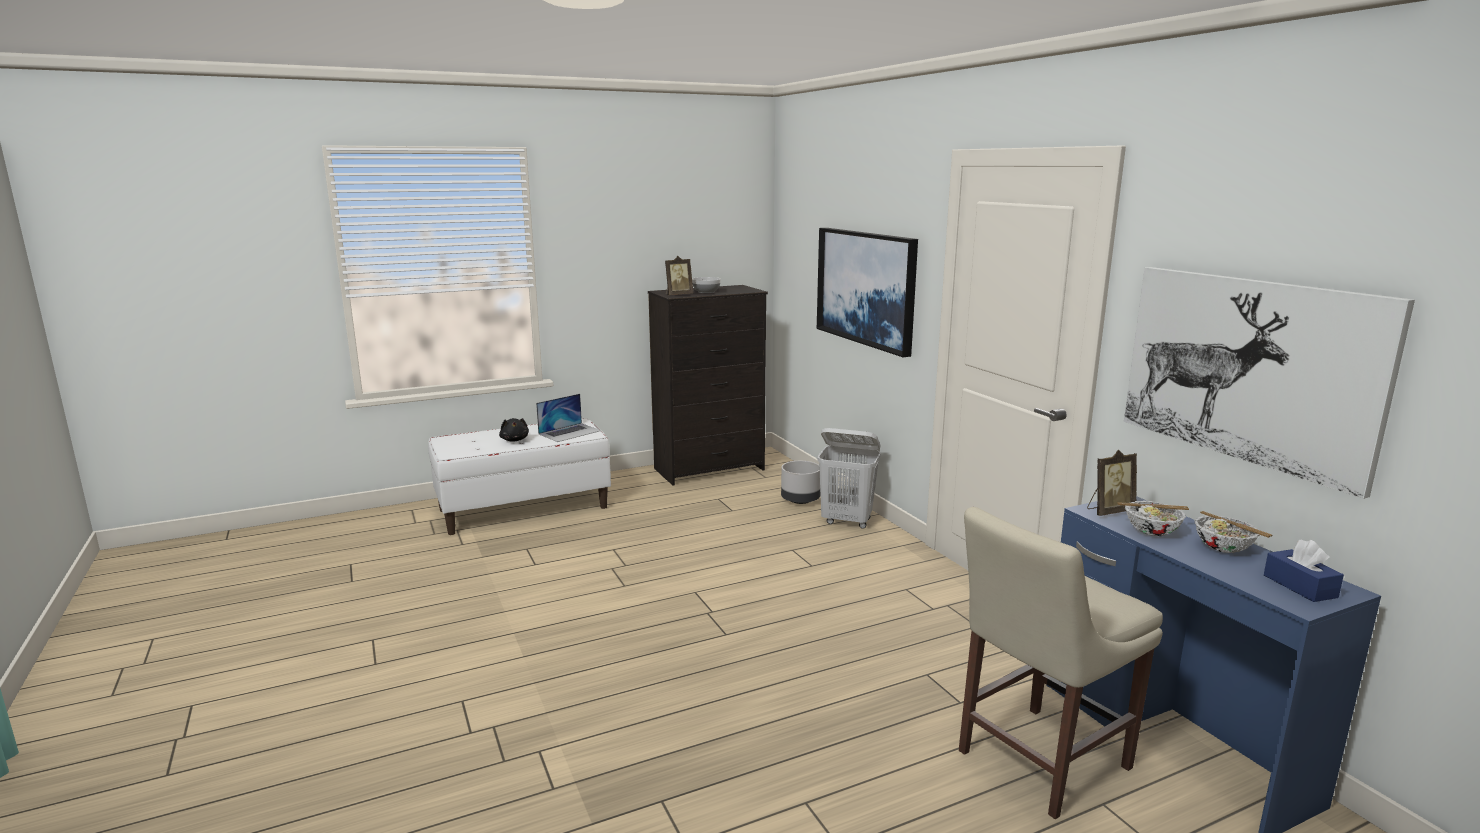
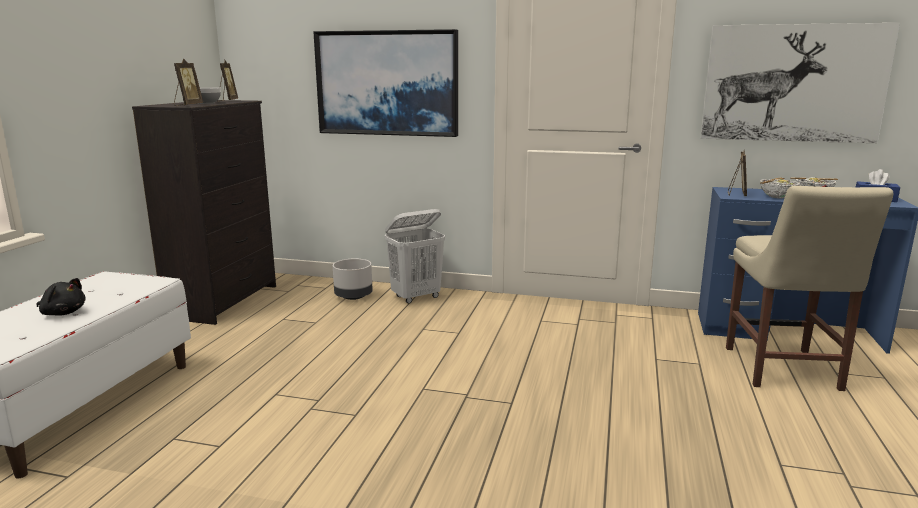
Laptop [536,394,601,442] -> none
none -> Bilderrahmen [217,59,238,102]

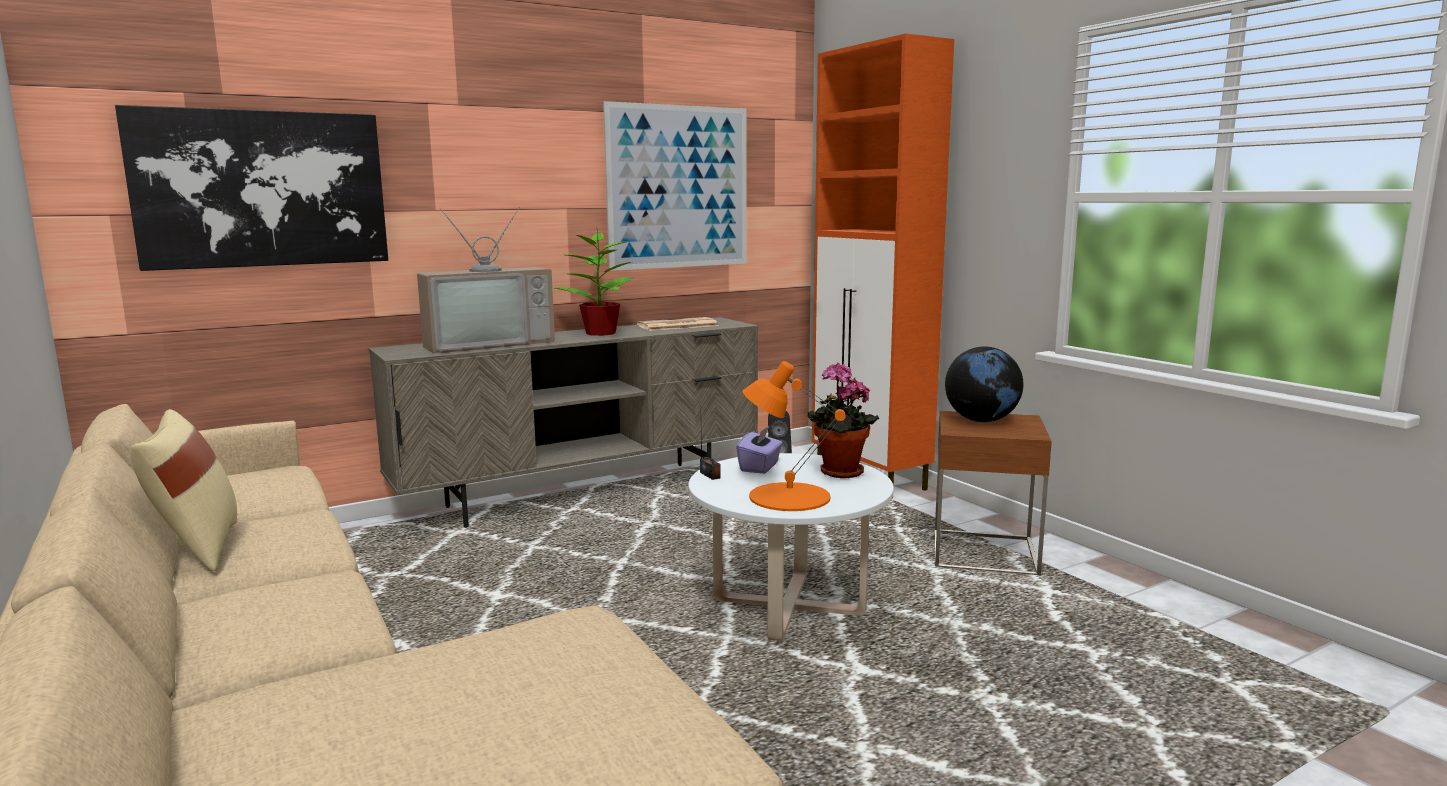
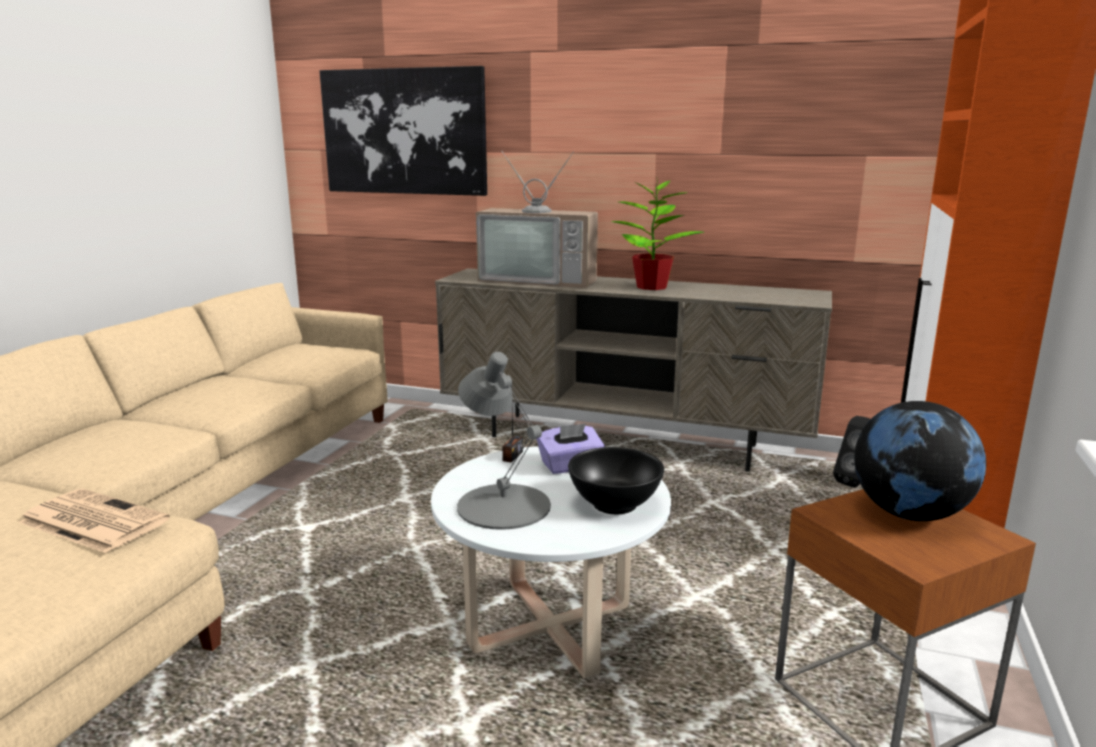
Bild [603,101,747,271] -> none
Zeitung [637,317,719,331] -> Zeitung [18,489,170,553], relocated
Tischlampe/orange [743,361,846,511] -> Tischlampe/grau [457,352,551,530]
Topfpflanze [807,362,879,478] -> Schüssel/schwarz [568,447,664,514]
Kissen/beige [131,409,237,571] -> none

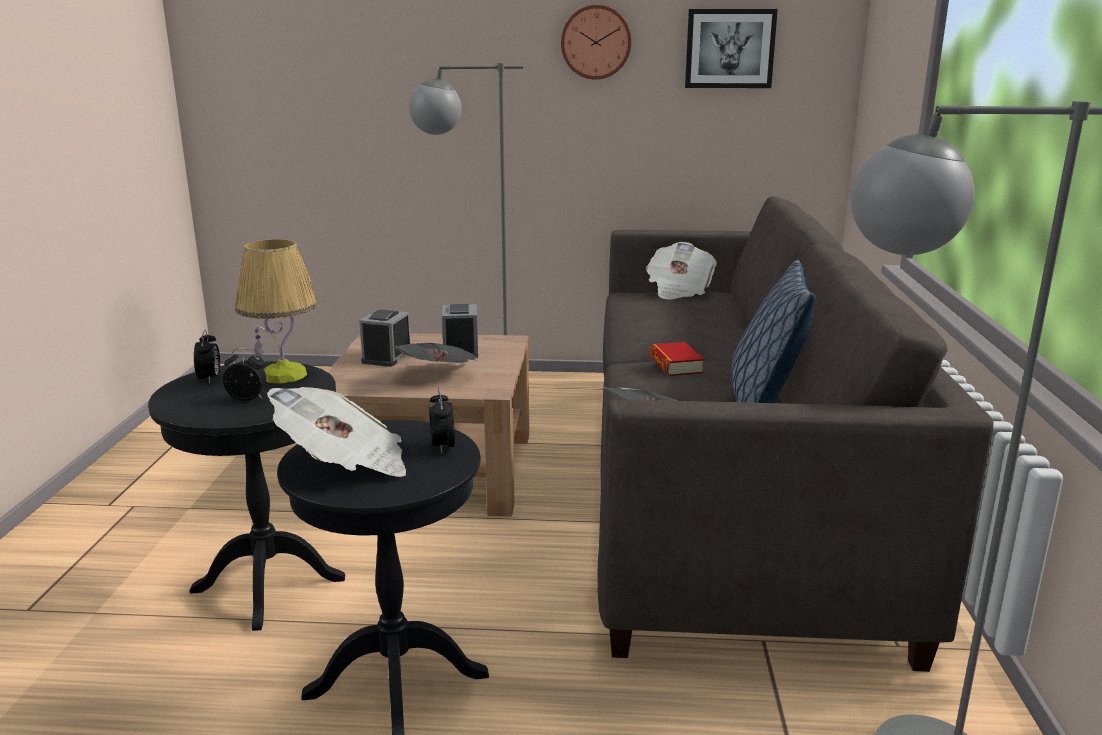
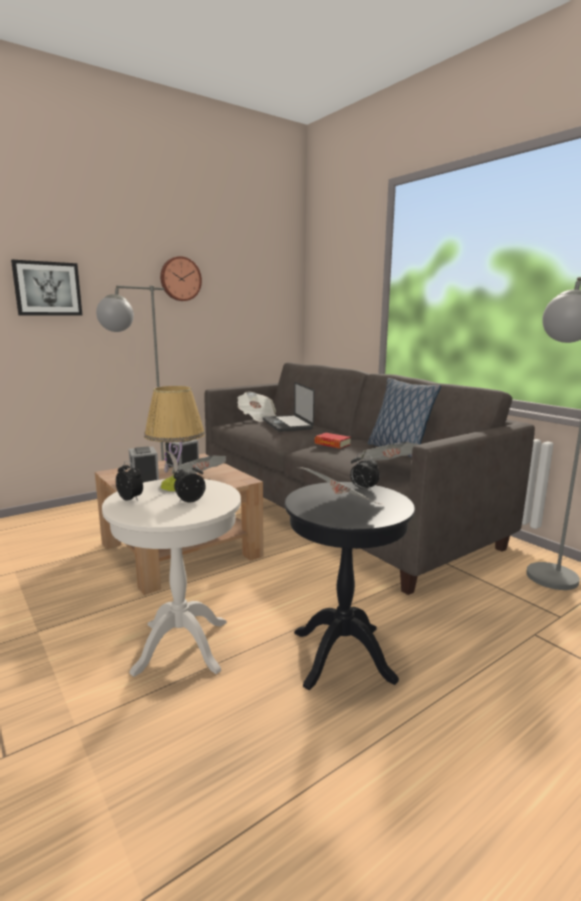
Bild [685,9,778,88] -> Bild [11,260,83,316], relocated
Beistelltisch/schwarz [148,361,345,631] -> Beistelltisch/weiß [102,479,241,677]
none -> Laptop [263,382,315,432]

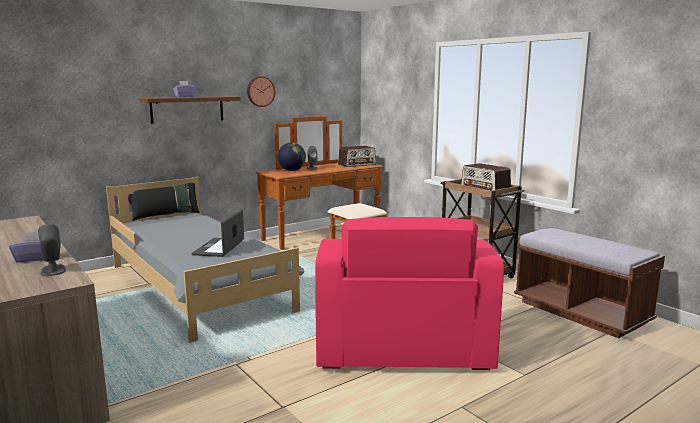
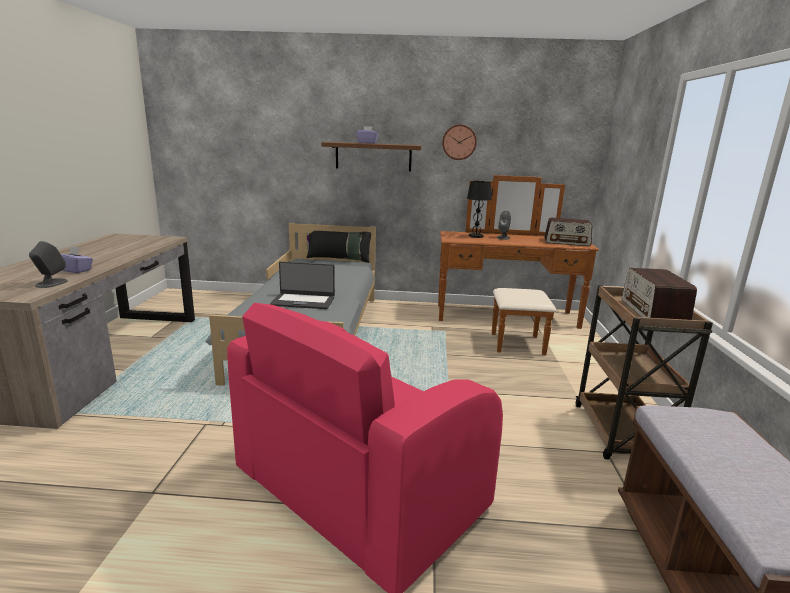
Globus [277,143,306,171] -> Tischlampe/schwarz [467,181,492,238]
Laptop [191,210,244,257] -> Laptop [270,262,335,309], 135 degrees counterclockwise

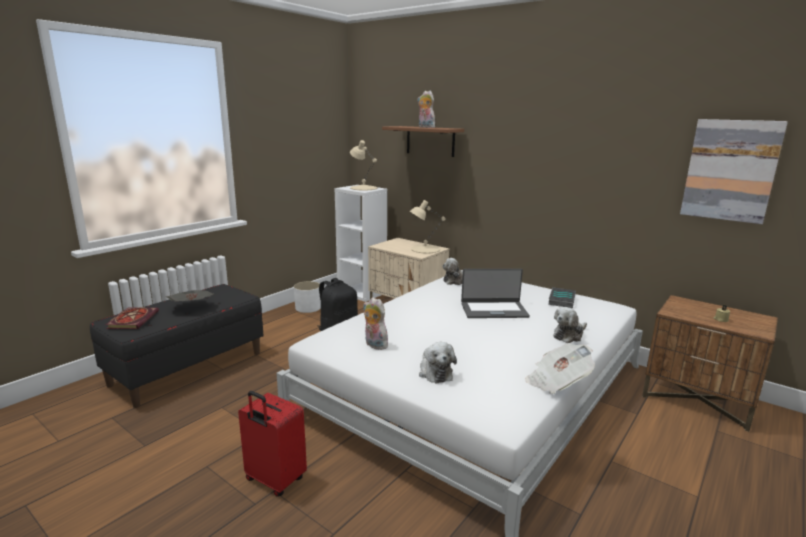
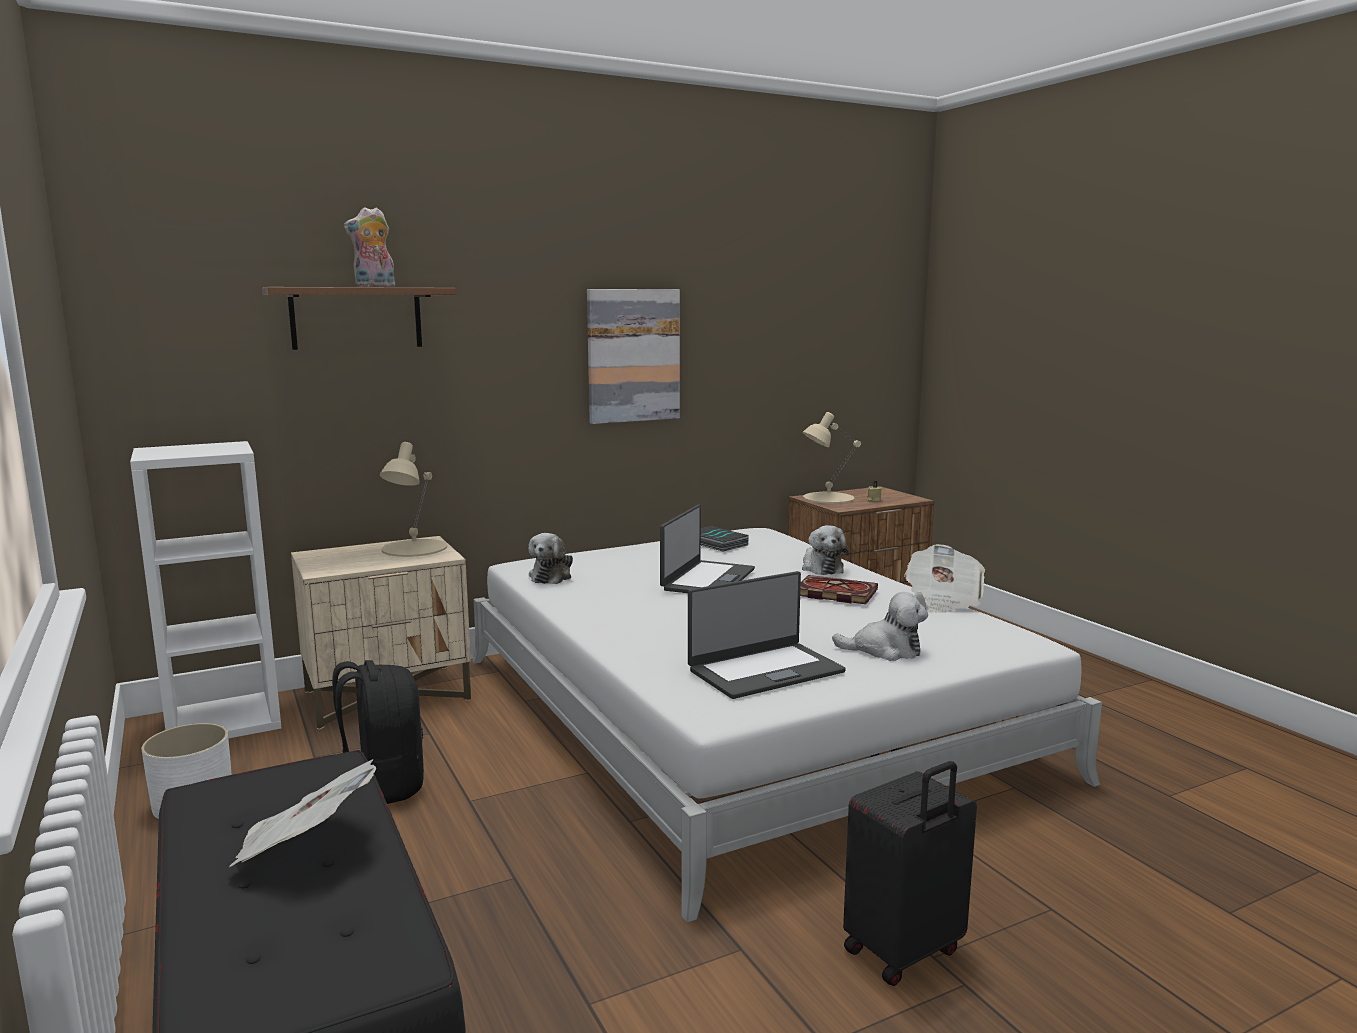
Bild [680,119,788,224] -> Bild [587,289,680,424], relocated
Tischlampe/beige [350,140,377,190] -> Tischlampe/beige [802,412,861,504], relocated
Plüschtier [363,297,389,350] -> Laptop [688,571,846,699]
Buch [106,307,159,329] -> Buch [800,575,878,604], relocated
Koffer/rot [238,391,307,497] -> Koffer/schwarz [843,761,977,986]

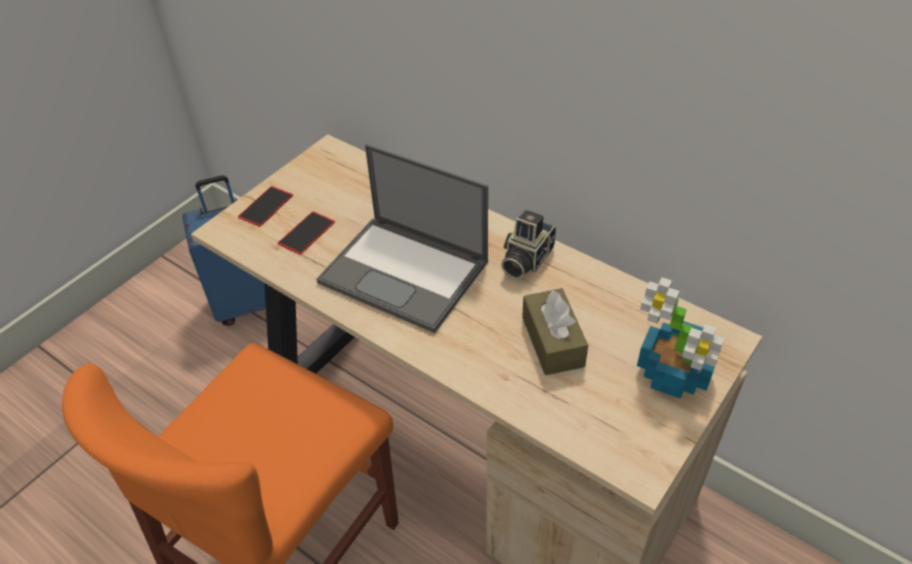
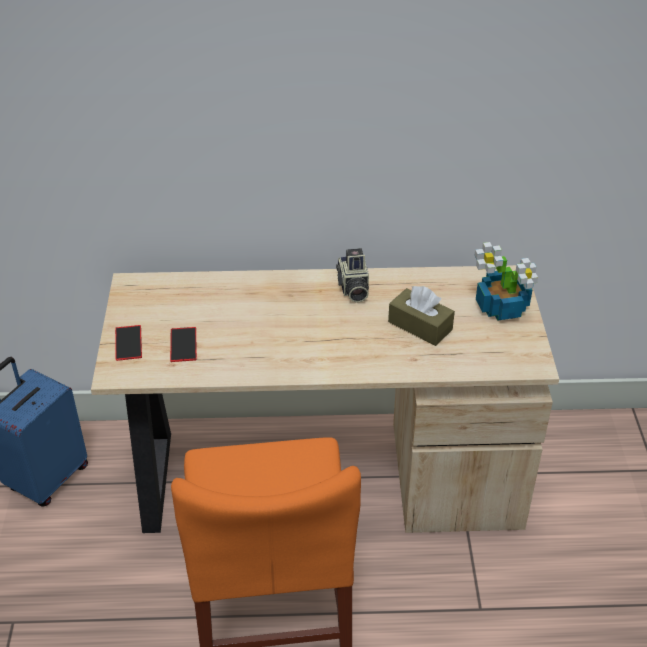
Laptop [317,144,488,333] -> none

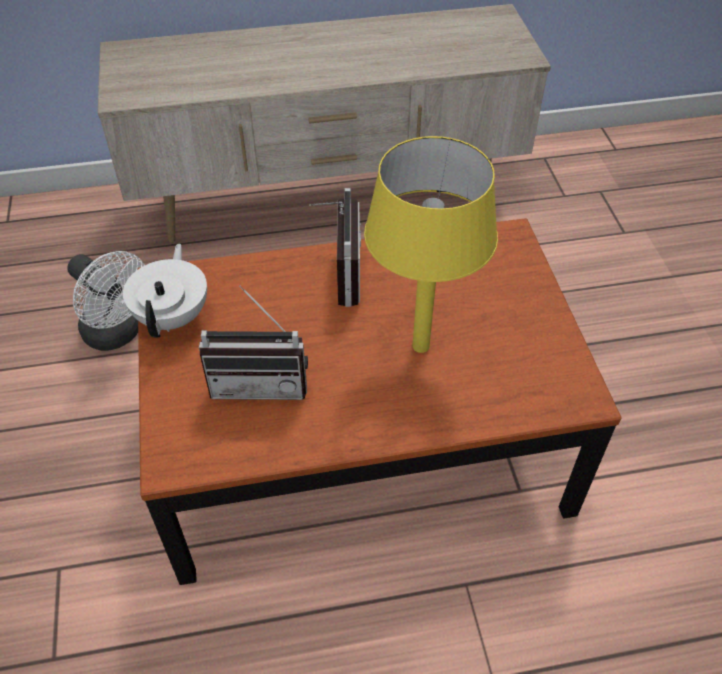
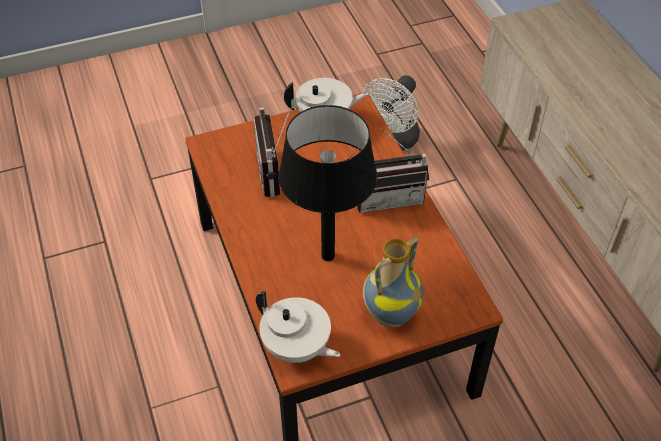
Tischlampe/gelb [364,136,498,353] -> Tischlampe/schwarz [278,105,377,261]
none -> Vase [363,237,423,328]
none -> Teekanne/weiß [256,291,341,363]

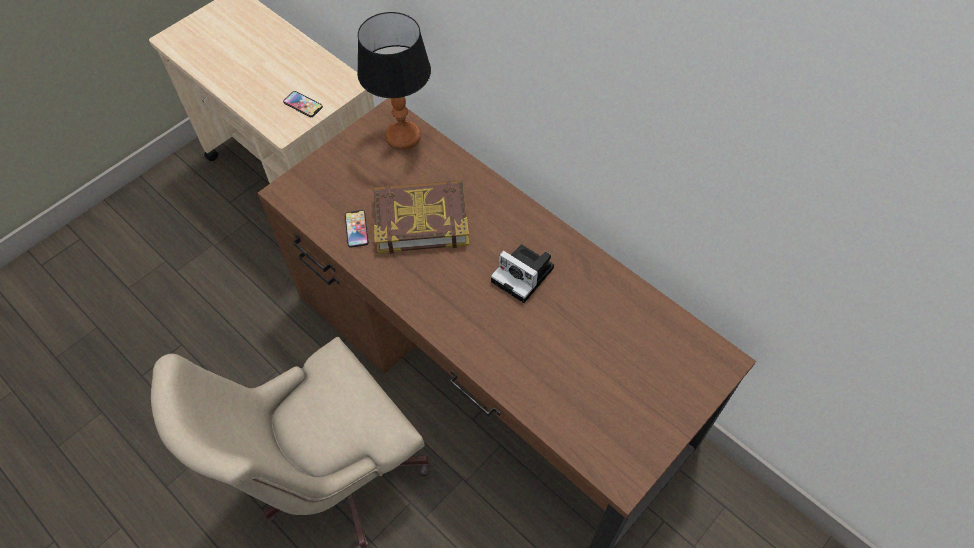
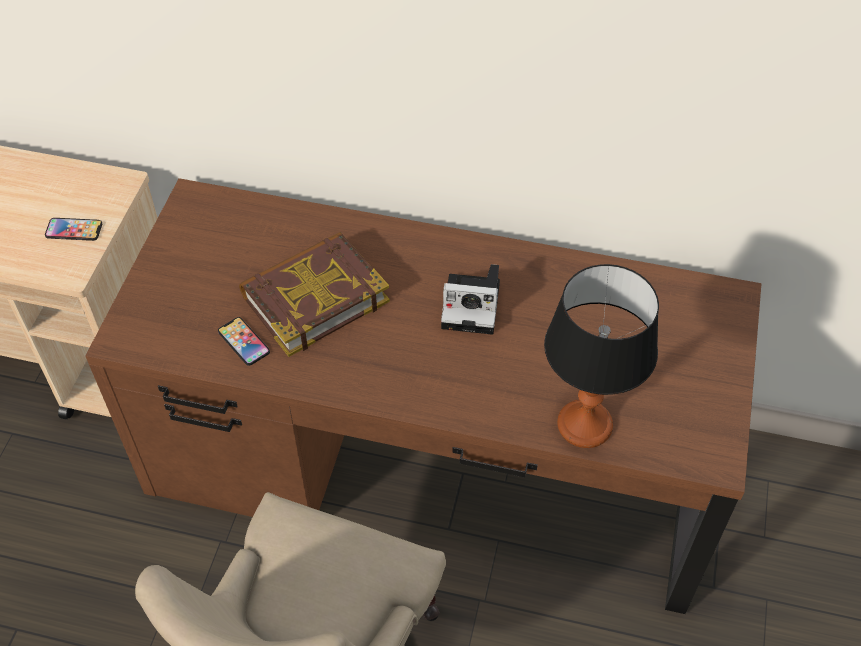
Tischlampe [357,12,431,150] -> Tischlampe [544,264,659,448], relocated

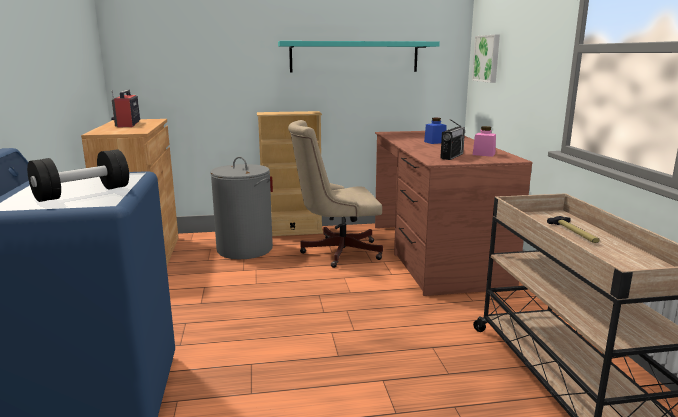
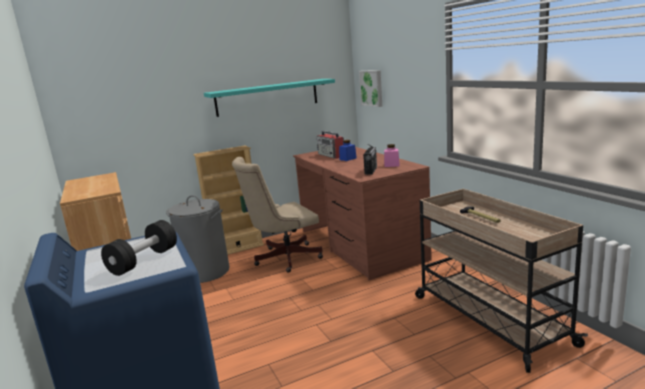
Radio [111,90,140,128] -> Radio [317,131,344,159], relocated

